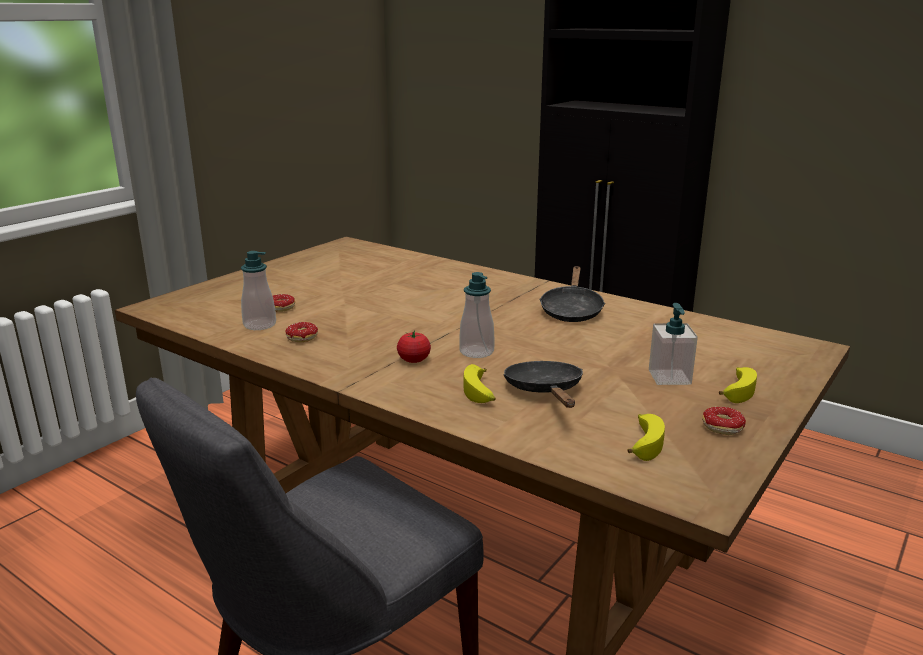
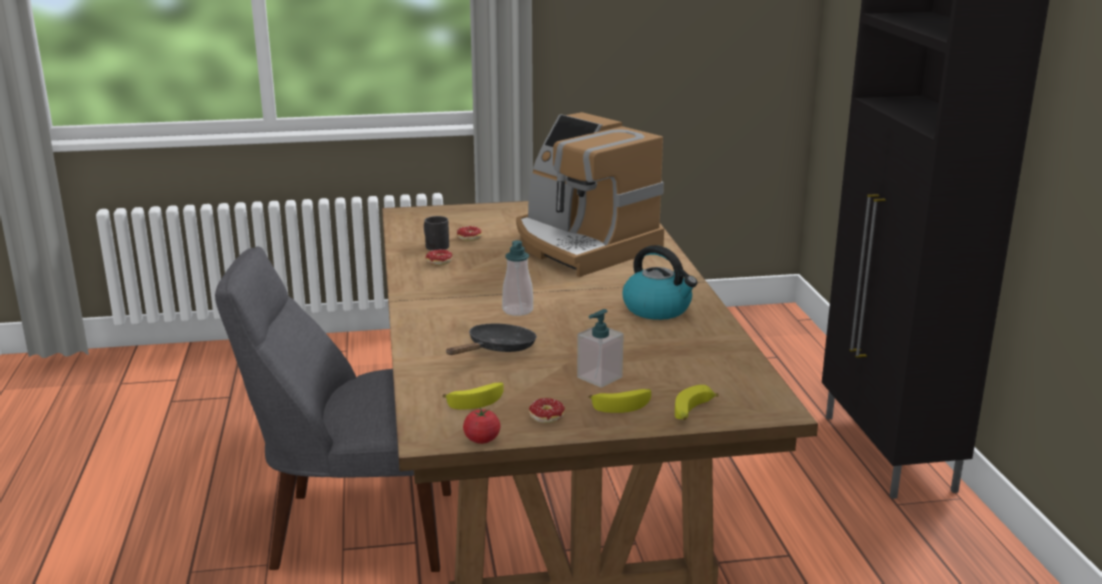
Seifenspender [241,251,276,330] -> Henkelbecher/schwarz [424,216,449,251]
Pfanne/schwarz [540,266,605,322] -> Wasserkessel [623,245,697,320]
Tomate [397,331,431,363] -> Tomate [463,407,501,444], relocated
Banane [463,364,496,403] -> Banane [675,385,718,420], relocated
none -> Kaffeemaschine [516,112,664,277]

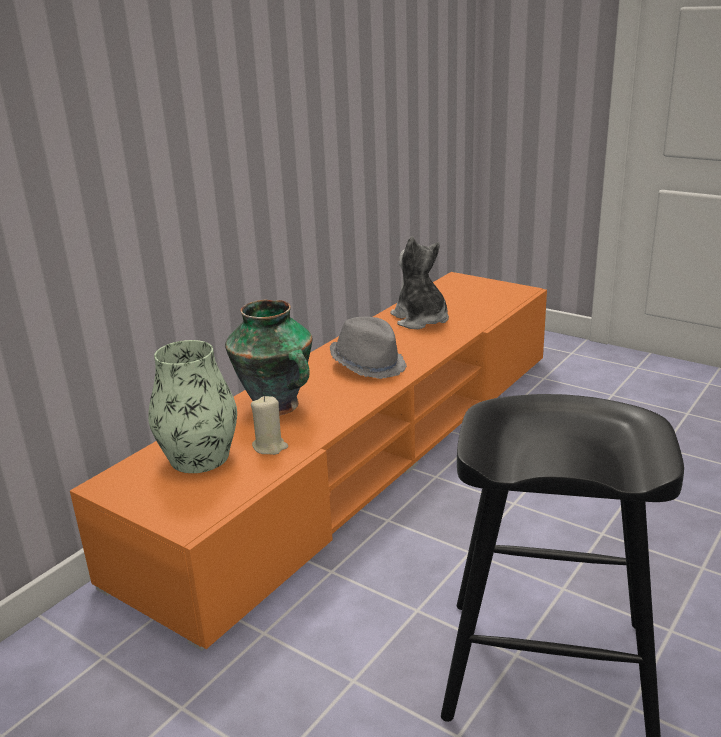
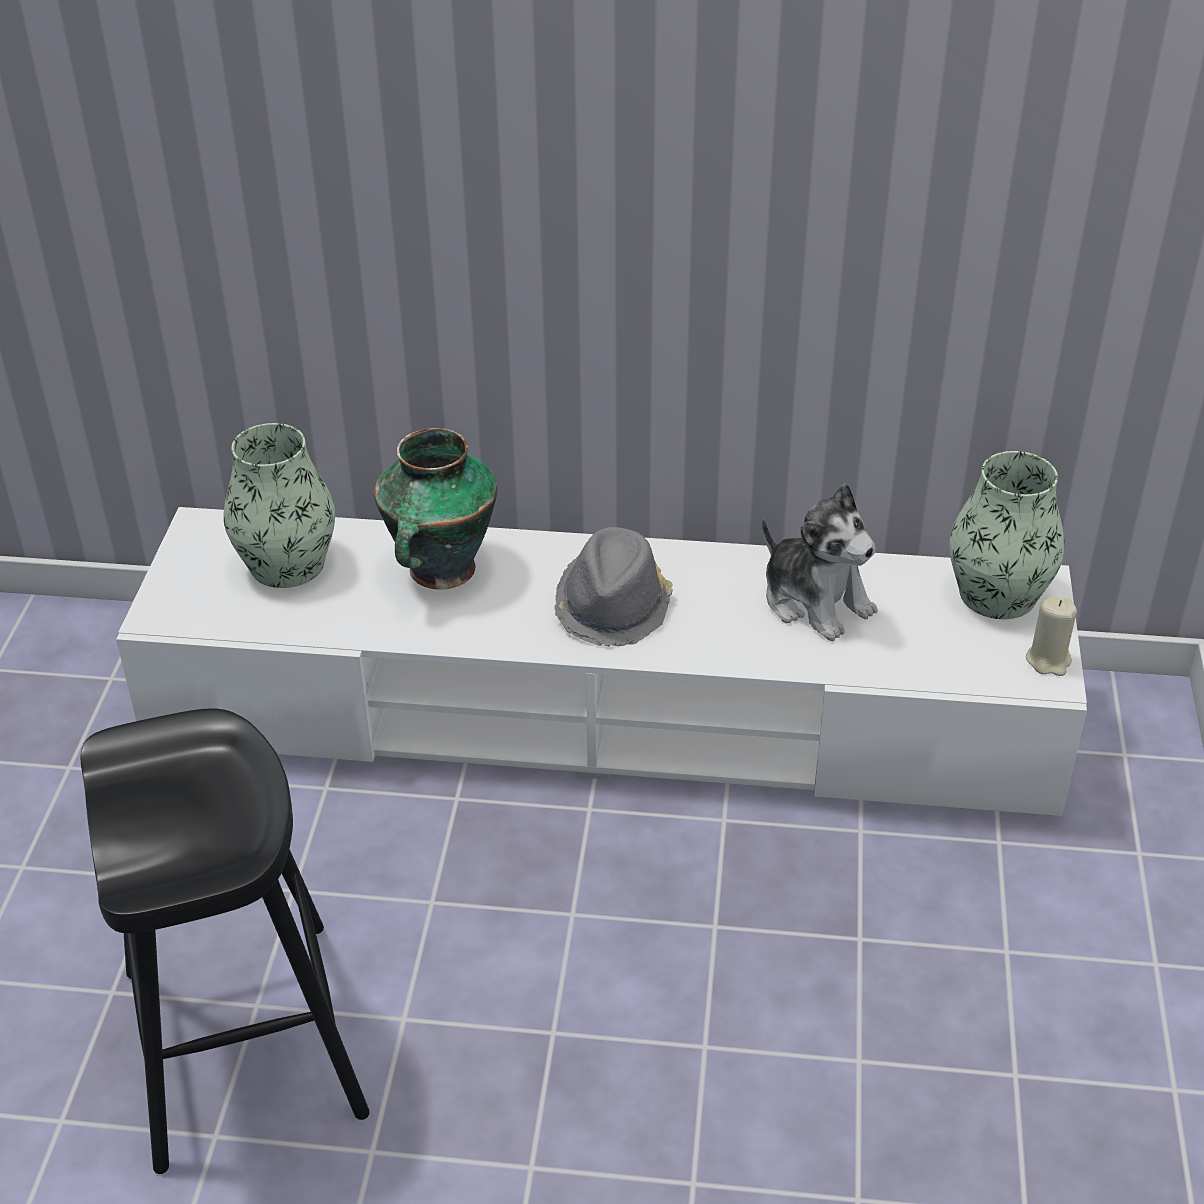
Plüschtier [390,236,449,329] -> Plüschtier [762,483,877,641], 105 degrees clockwise
Fernsehschrank/orange [70,272,547,651] -> Fernsehschrank/weiß [116,507,1087,816]
Kerze/beige [251,396,288,455] -> Kerze/beige [1026,596,1077,676], relocated
none -> Vase [949,451,1065,619]

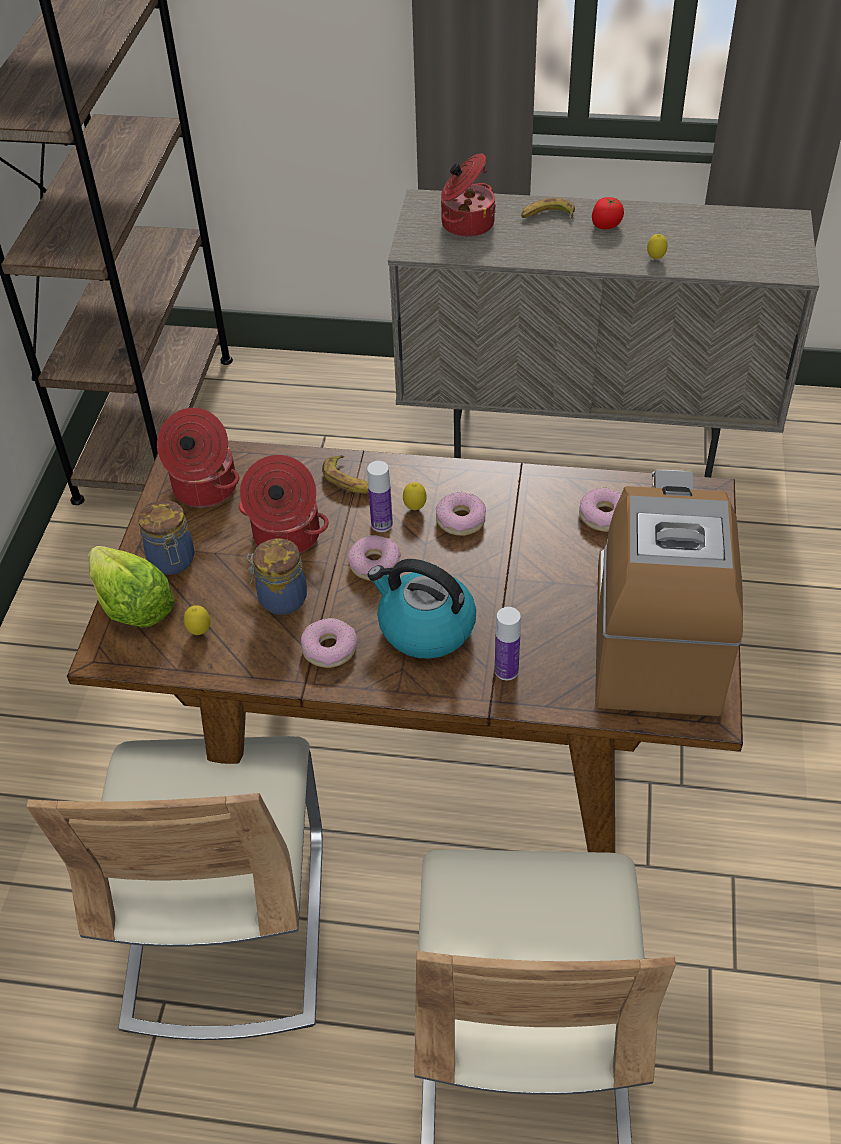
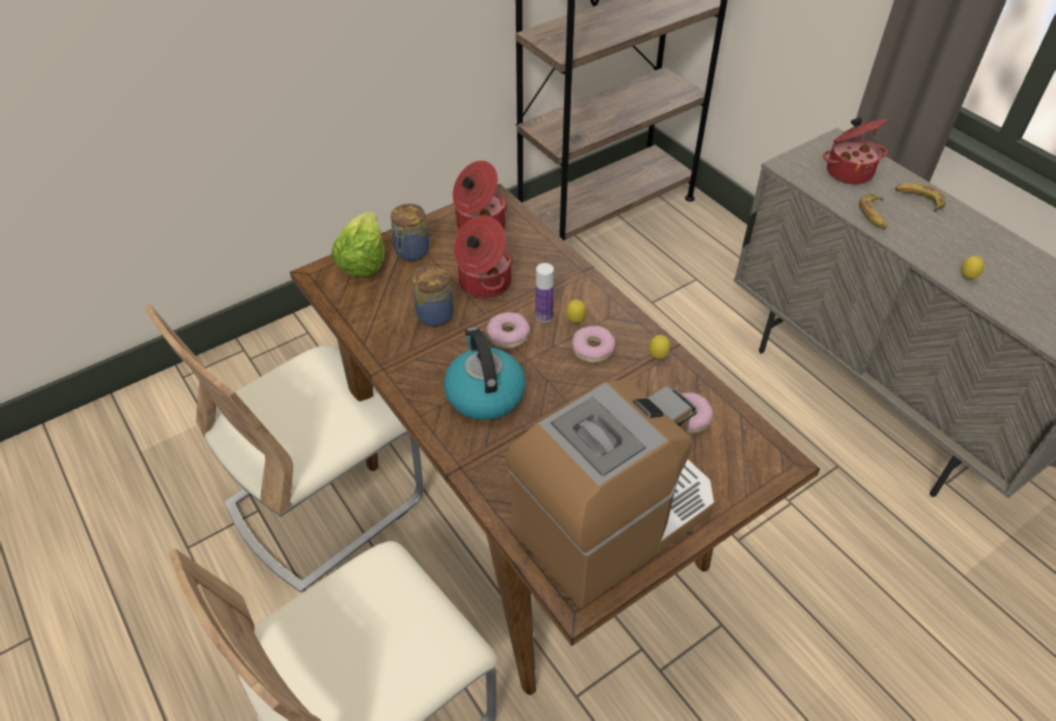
Tomate [592,197,624,229] -> none
Banane [322,455,369,494] -> Banane [859,193,887,229], relocated
Zitrone [184,605,210,635] -> Zitrone [649,335,670,359], relocated
Flasche [495,607,521,680] -> none
Donut [301,618,357,668] -> none

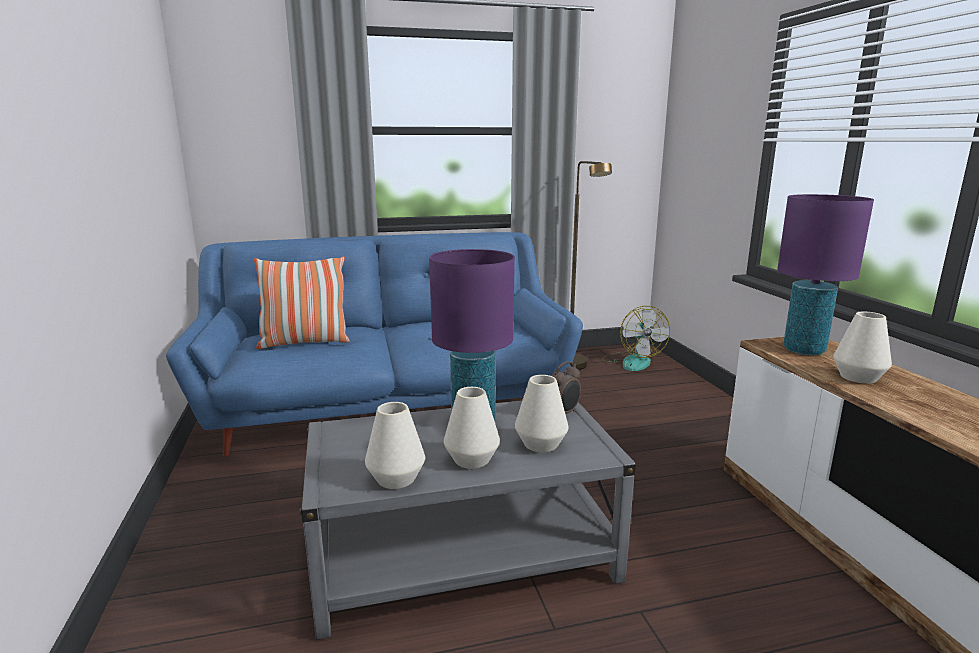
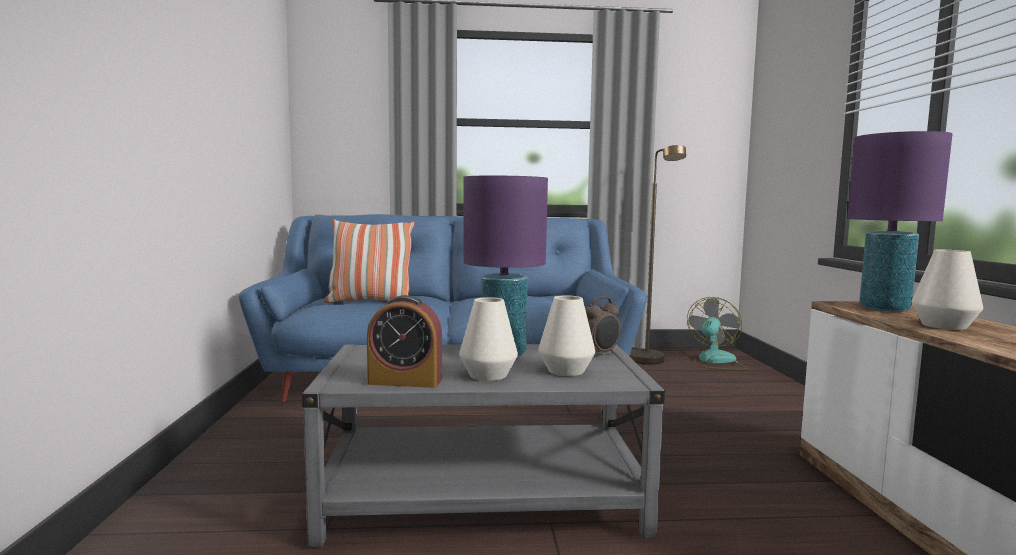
Ventilator [601,306,670,371] -> Ventilator [687,297,747,370], 150 degrees counterclockwise
Vase/weiß [365,402,425,489] -> Wecker [367,295,442,388]

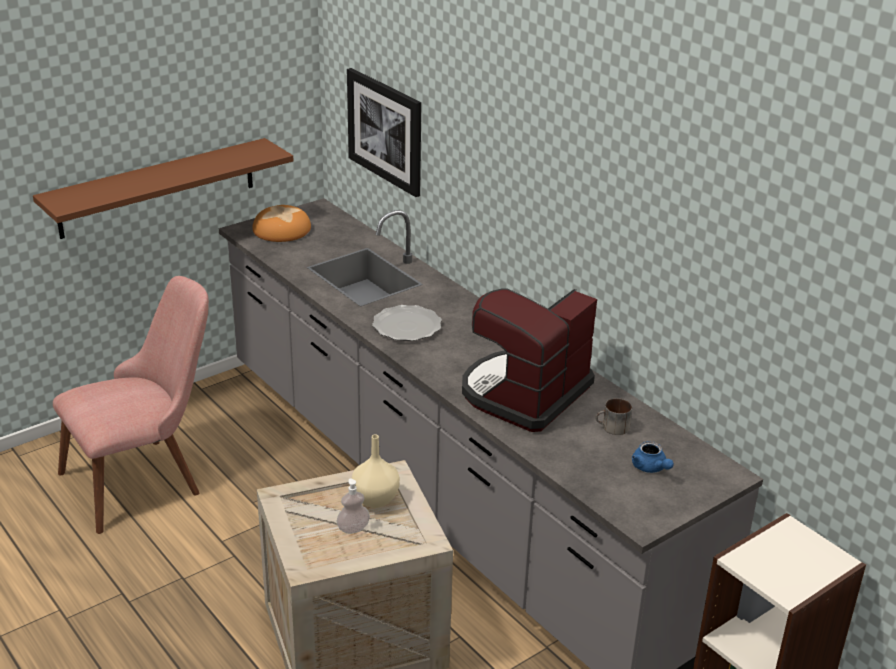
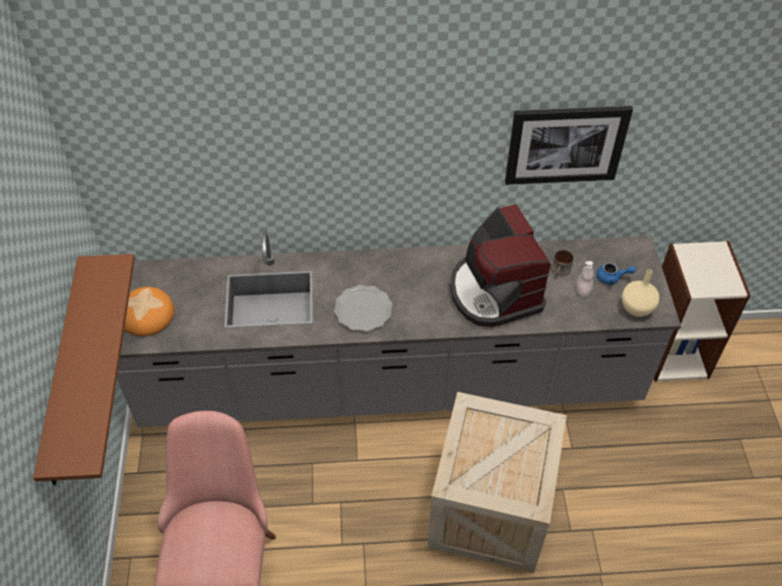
Bild [347,68,421,197] -> Bild [505,106,633,185], relocated
Vase/beige [352,435,400,508] -> Vase/beige [622,269,659,317], relocated
Seifenspender [336,478,370,534] -> Seifenspender [576,261,594,296], relocated

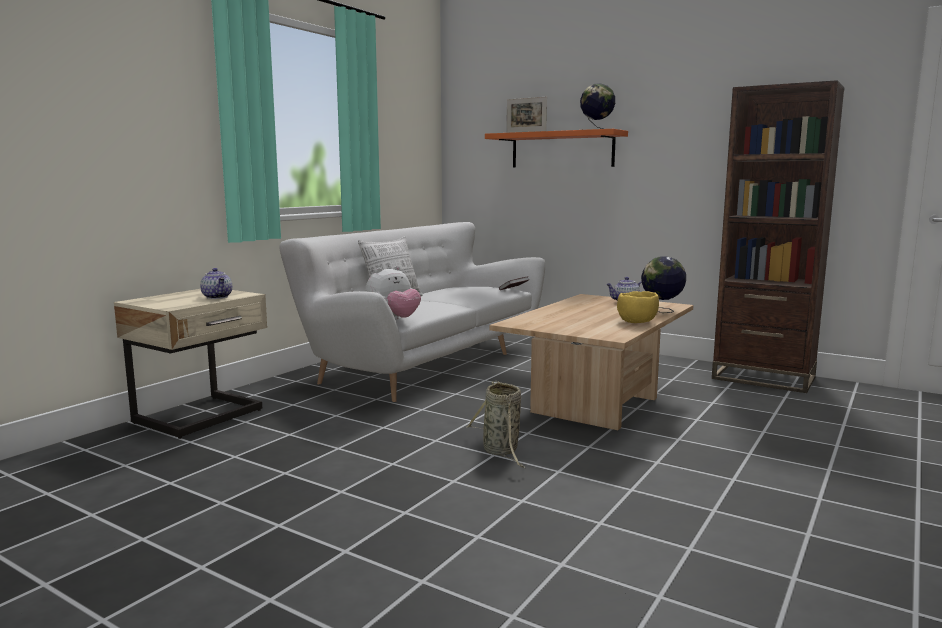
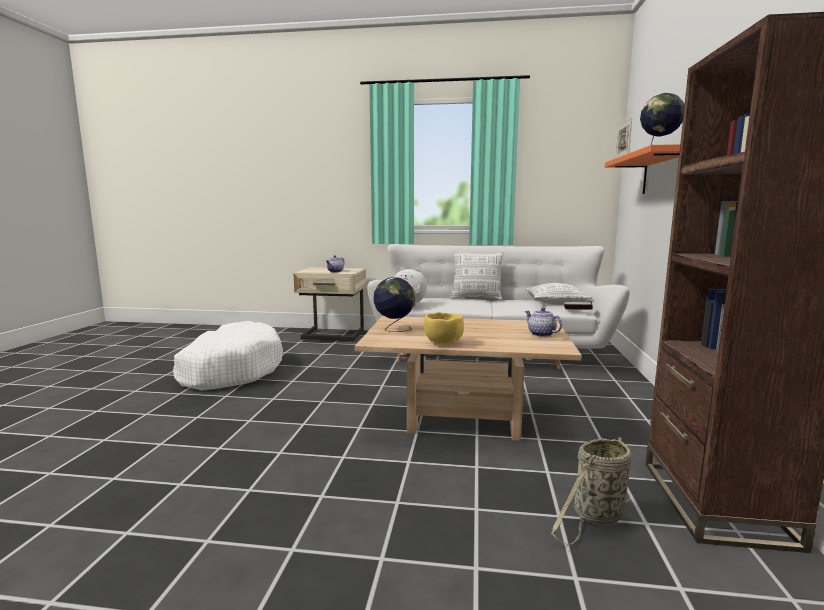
Globus [641,256,686,313] -> Globus [374,277,415,332], relocated
Korb [466,381,525,468] -> Korb [551,437,632,545], relocated
none -> Kissen [525,283,593,305]
none -> Hundebett/weiß [173,321,283,391]

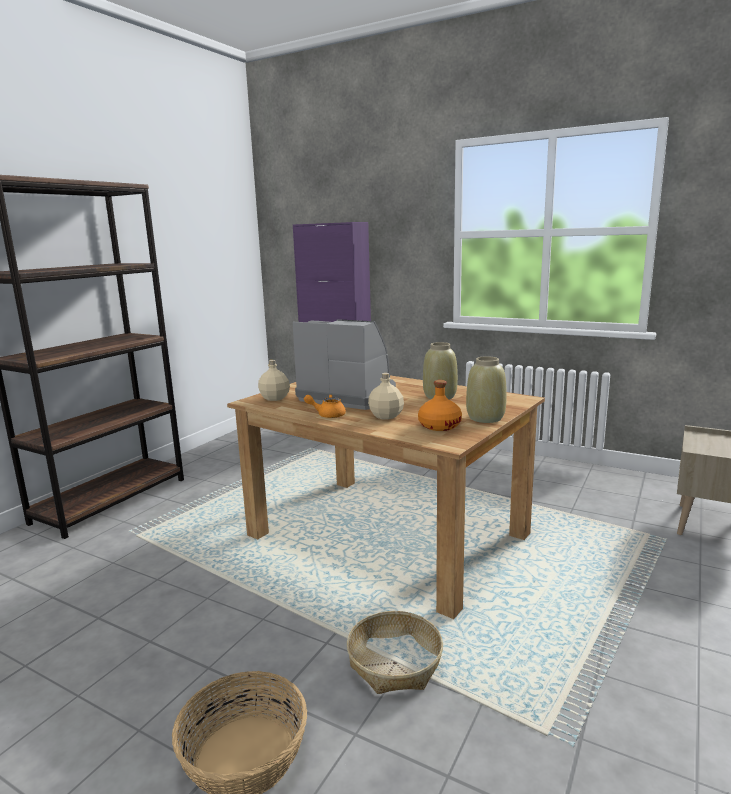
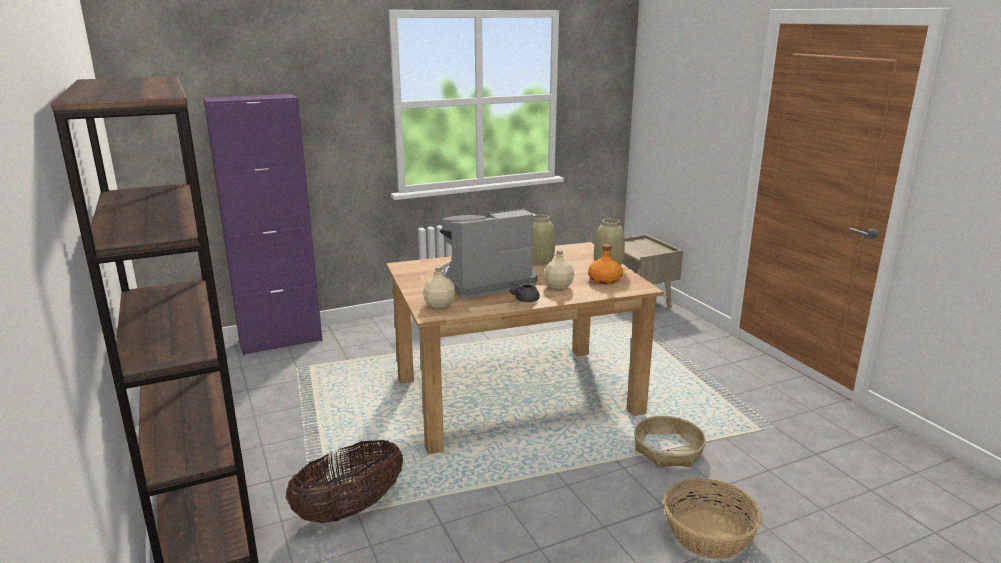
Teekanne/orange [304,394,346,418] -> Teekanne/grau [510,282,540,302]
none -> Korb [286,440,403,523]

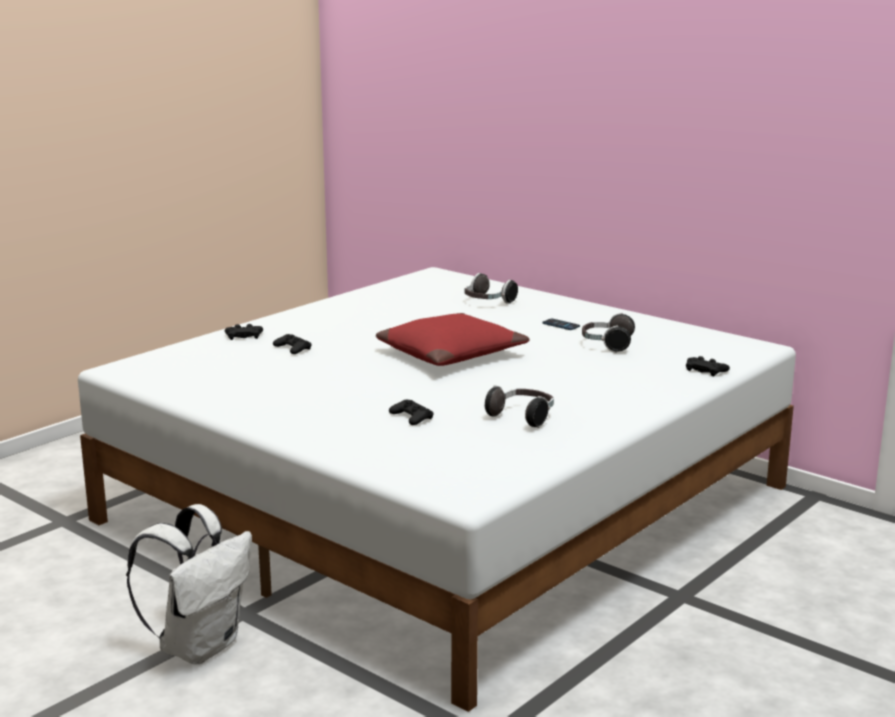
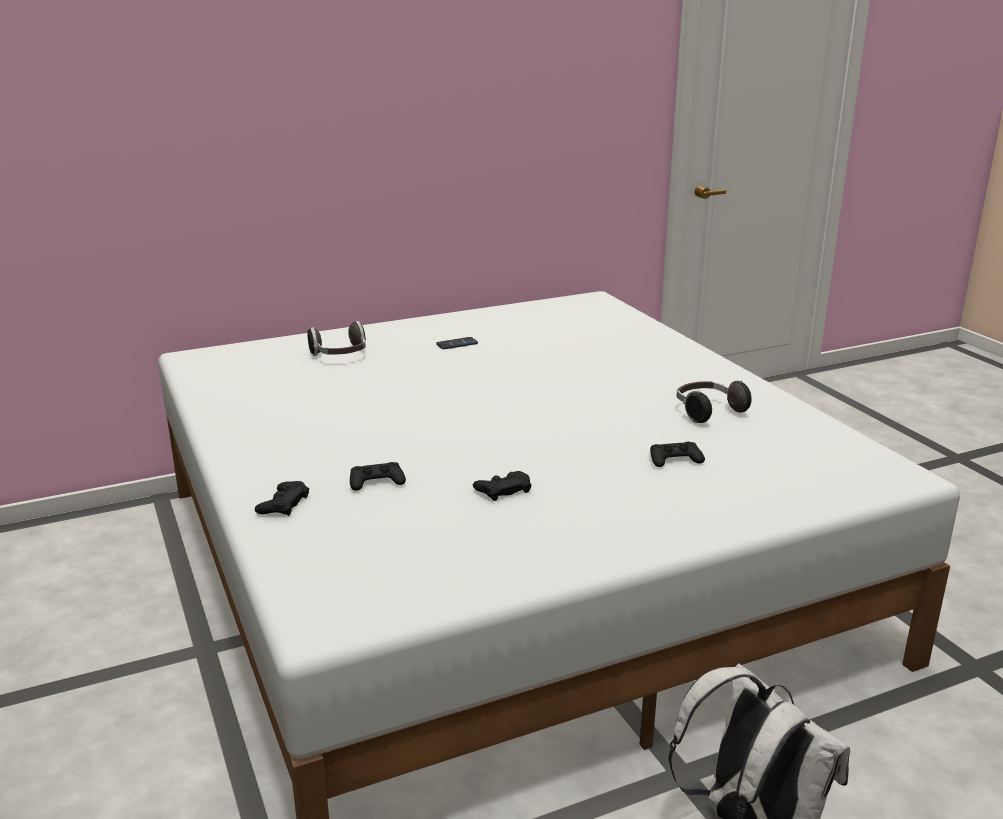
Kissen/rot [376,313,530,366] -> none
Kopfhörer [582,313,635,353] -> none
Gamepad/schwarz [686,356,730,376] -> Gamepad/schwarz [473,471,532,501], relocated

